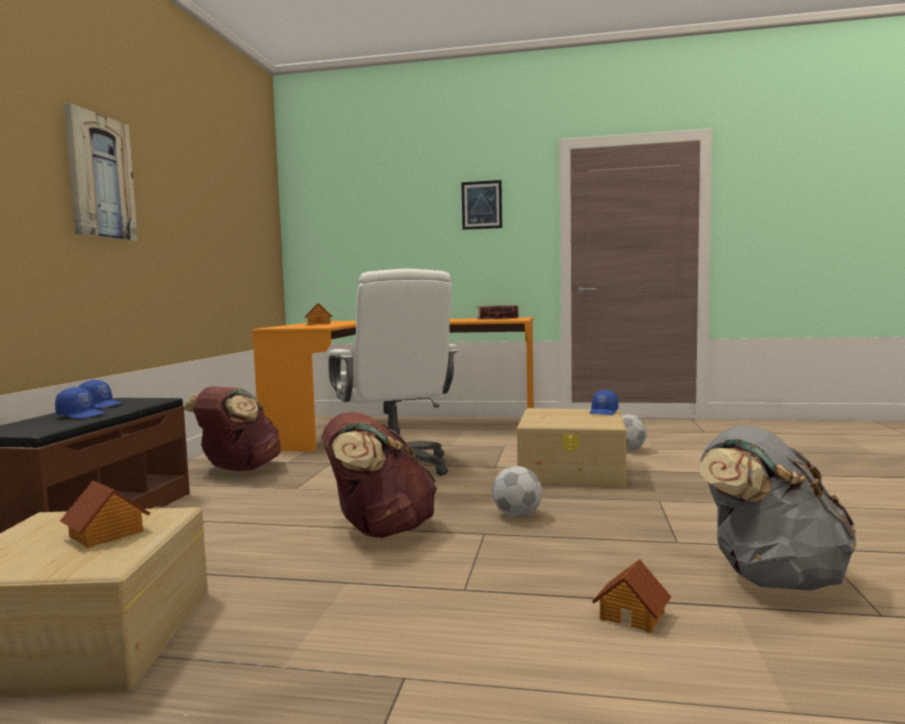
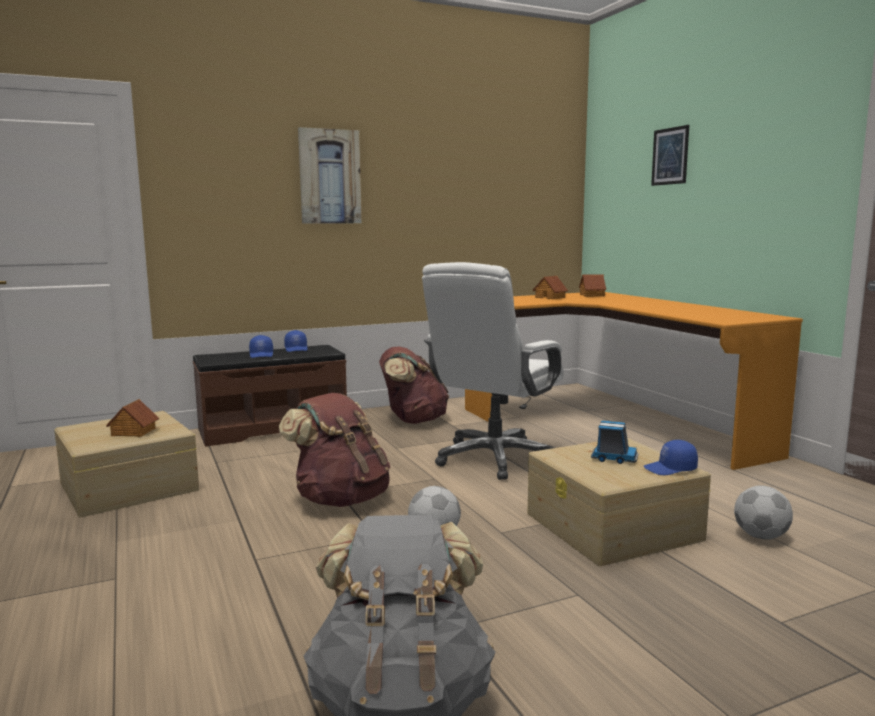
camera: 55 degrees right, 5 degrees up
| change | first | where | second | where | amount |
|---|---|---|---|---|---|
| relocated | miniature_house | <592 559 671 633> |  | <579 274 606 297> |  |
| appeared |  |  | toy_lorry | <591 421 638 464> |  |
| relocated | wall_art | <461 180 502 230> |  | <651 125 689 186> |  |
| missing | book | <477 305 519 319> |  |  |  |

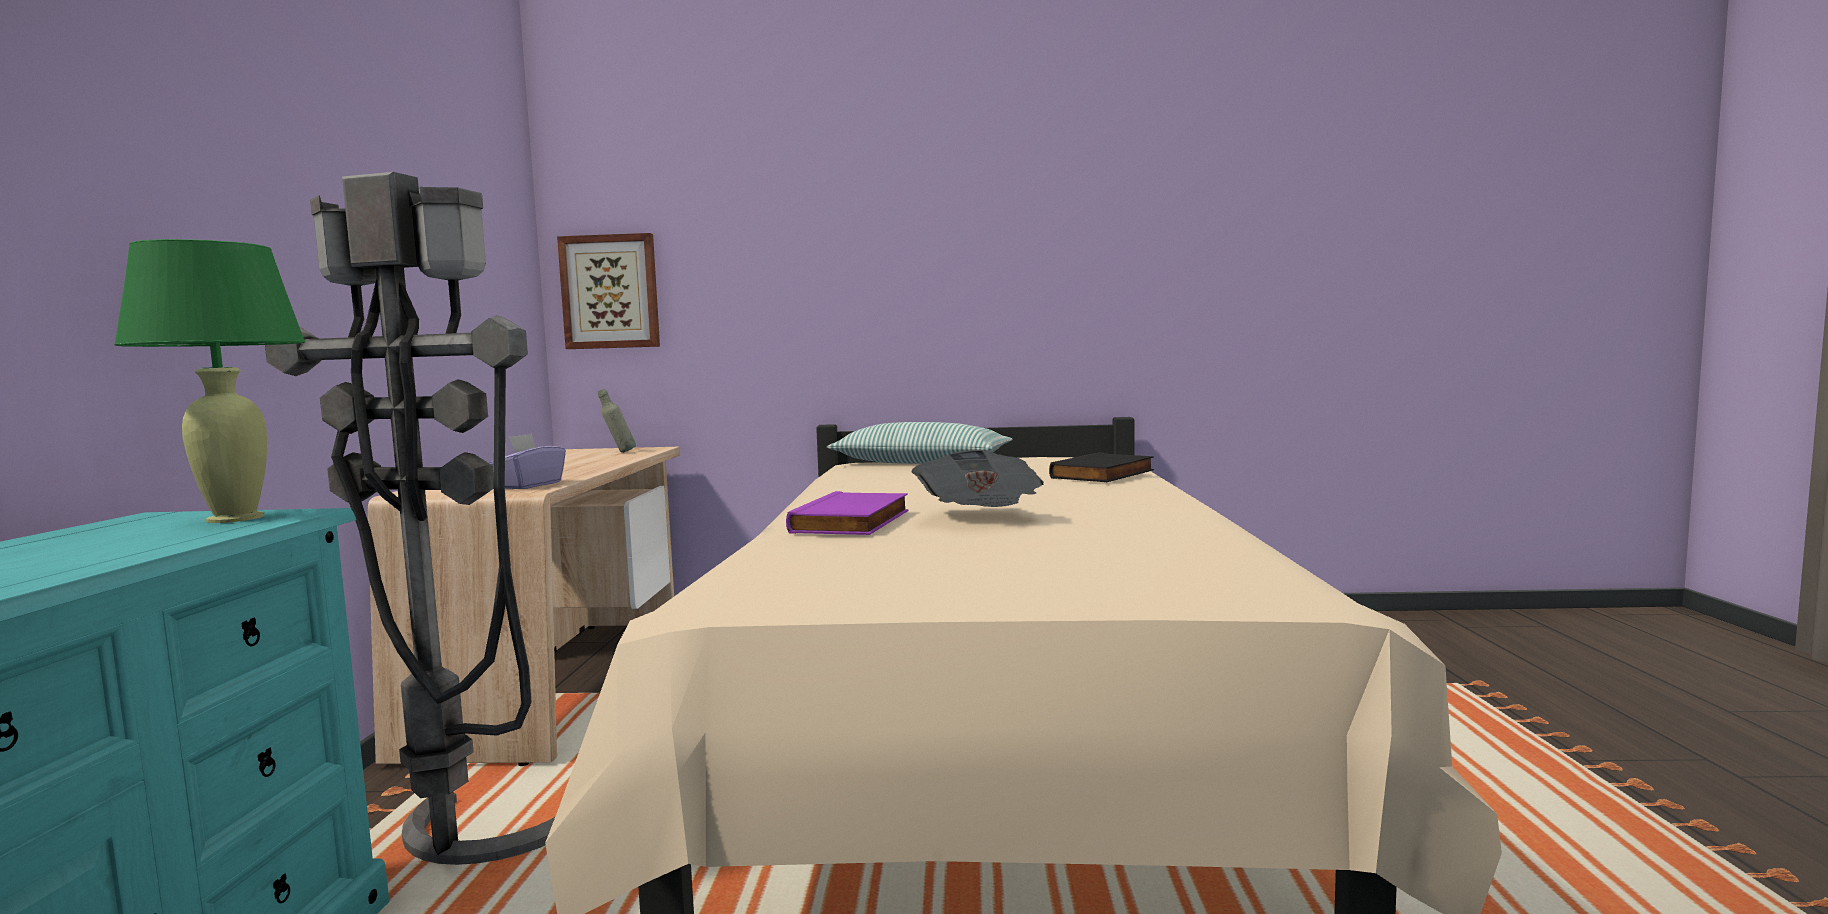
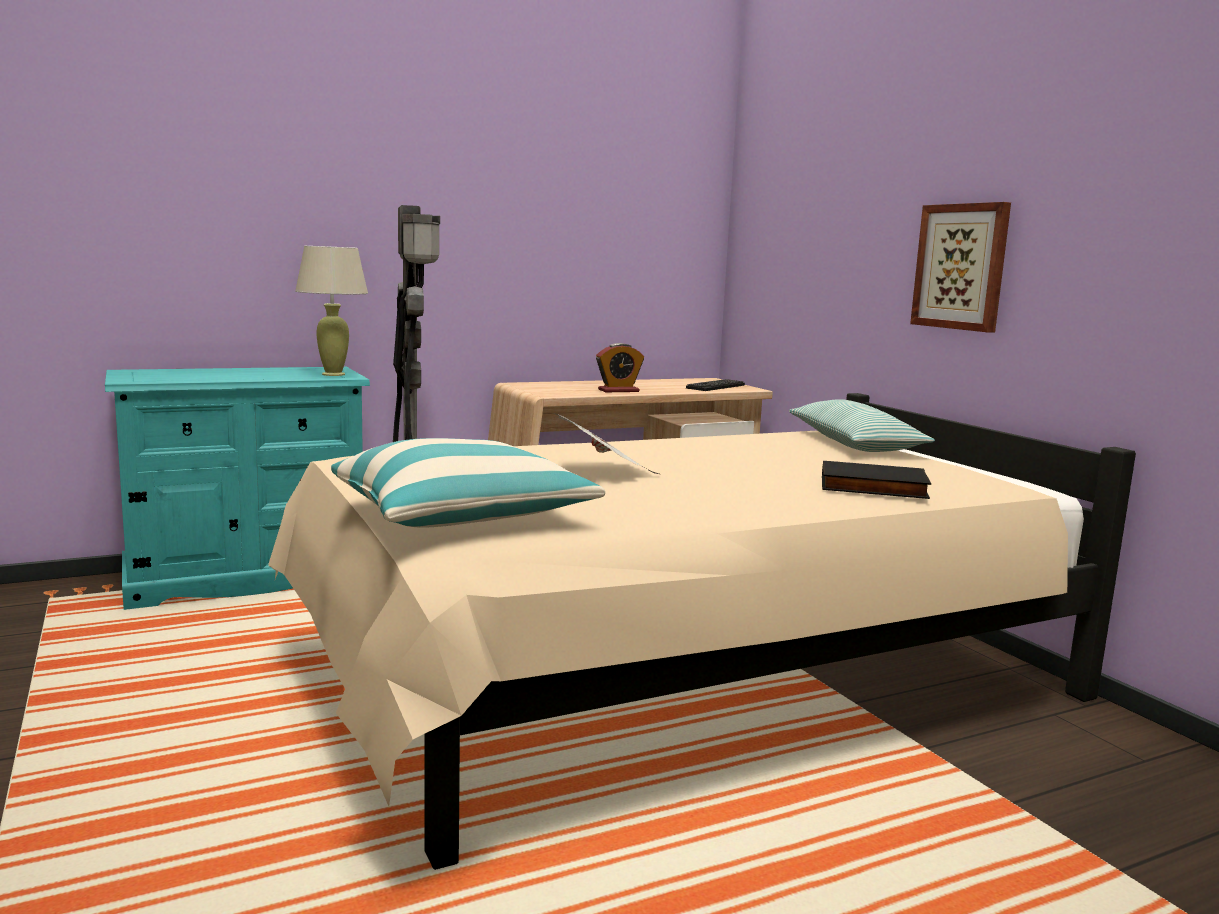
camera: 60 degrees right, 5 degrees up
| change | first | where | second | where | amount |
|---|---|---|---|---|---|
| colour | green-coloured_lamp_for_a_table | <114 239 305 523> | sand-coloured_lamp_for_a_table | <295 246 368 376> |  |
| appeared |  |  | cushion | <331 438 605 527> |  |
| appeared |  |  | alarm_clock | <596 343 644 392> |  |
| exchanged | gray_drink_bottle | <598 389 636 453> | computer_keyboard | <686 379 745 391> |  |
| relocated | wall_art | <557 233 660 349> |  | <910 202 1011 332> |  |
| missing | purple-coloured_box_of_tissues | <488 433 566 489> |  |  |  |
| missing | purple-coloured_book | <786 491 909 535> |  |  |  |

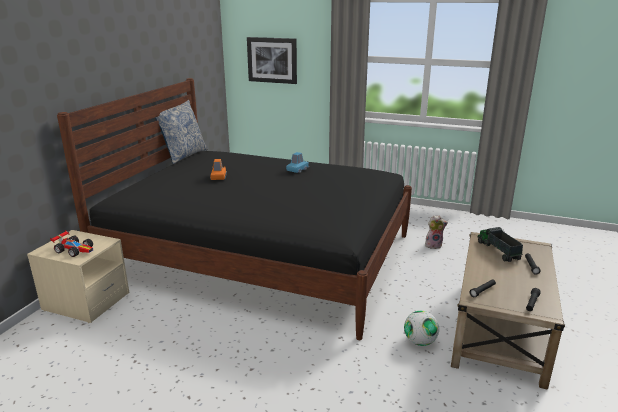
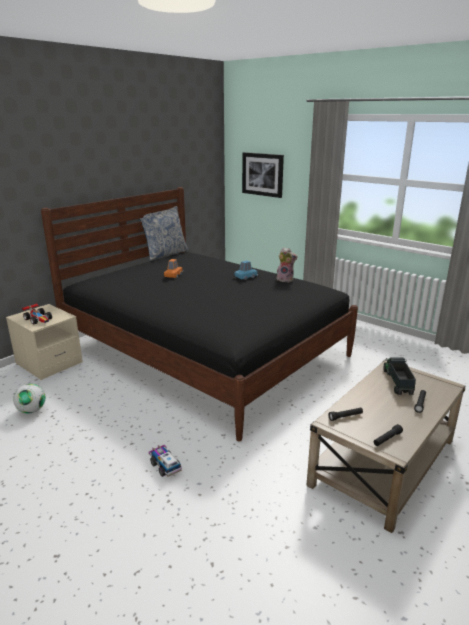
camera: 20 degrees right, 0 degrees up
| change | first | where | second | where | amount |
|---|---|---|---|---|---|
| relocated | football | <404 311 439 346> |  | <13 384 45 414> |  |
| appeared |  |  | toy_lorry | <149 444 182 477> |  |
| relocated | plush_toy | <425 215 448 249> |  | <276 248 298 282> |  |

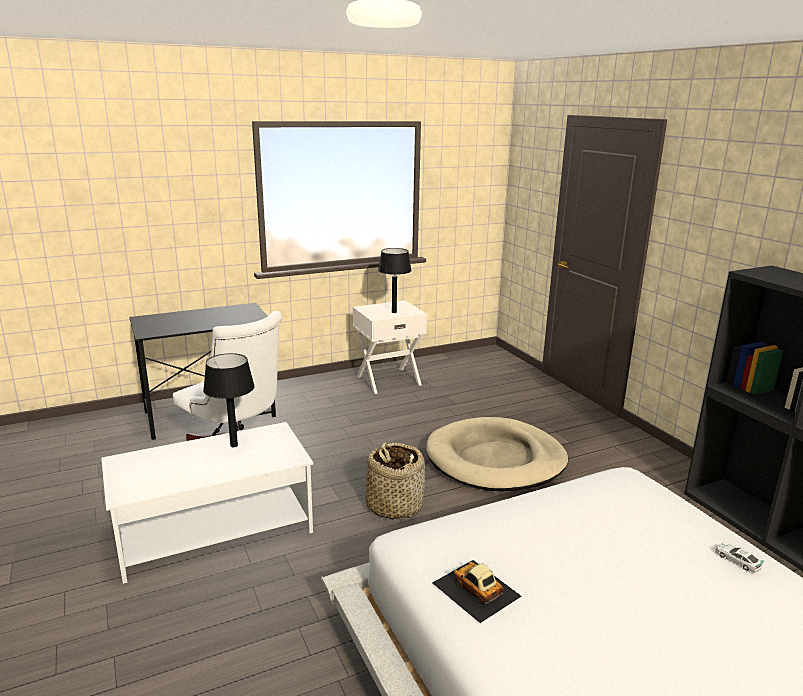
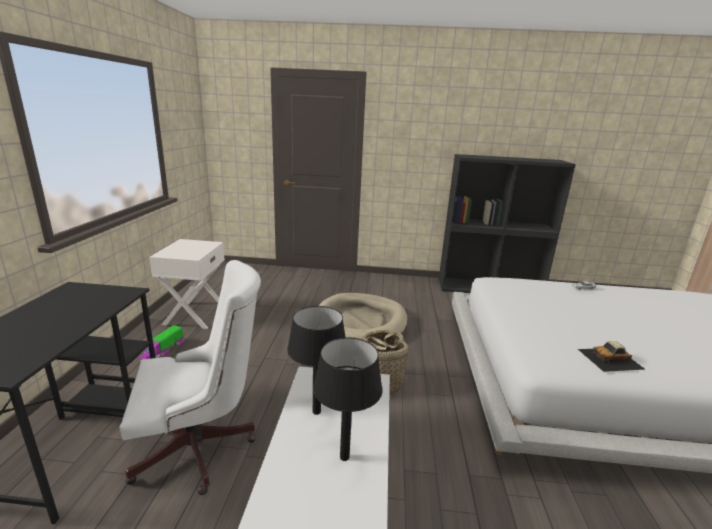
camera: 60 degrees left, 0 degrees up
| change | first | where | second | where | amount |
|---|---|---|---|---|---|
| appeared |  |  | toy_lorry | <139 325 184 361> |  |
| relocated | black-coloured_lamp_for_a_table | <378 248 412 313> |  | <313 337 383 461> |  |

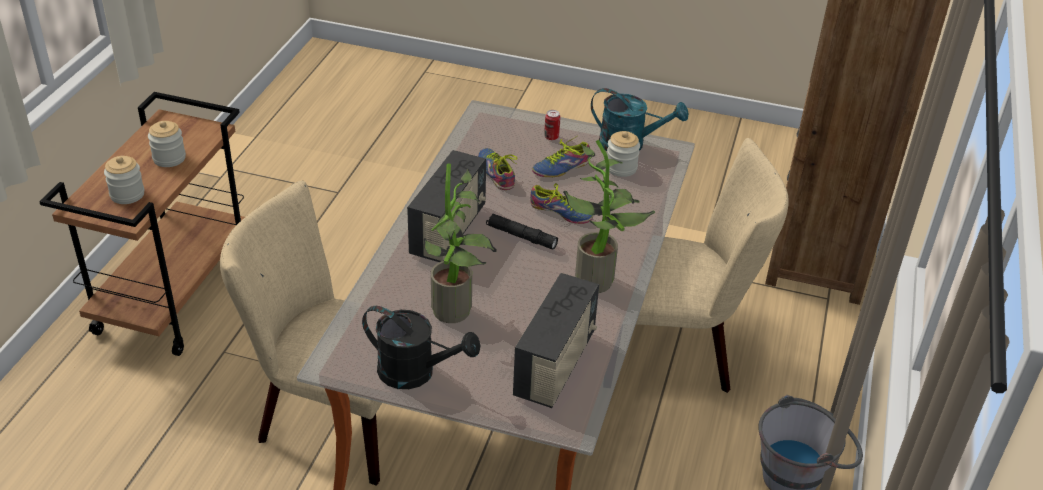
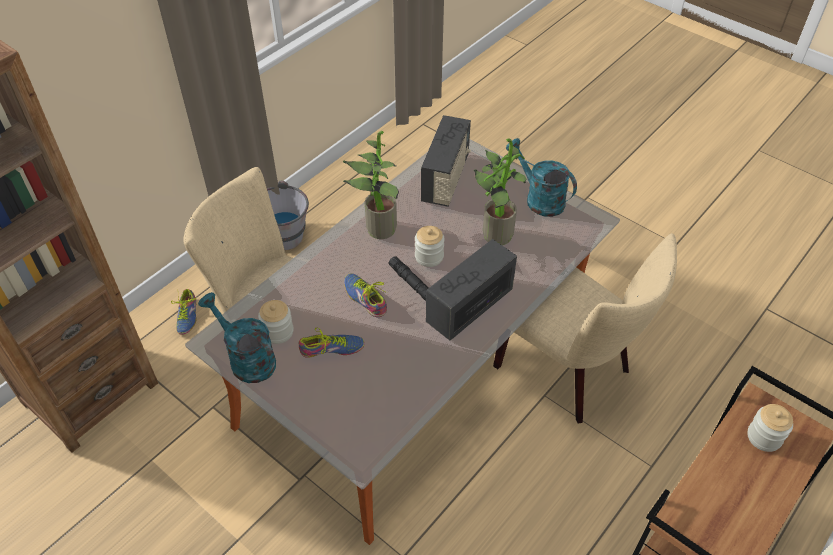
camera: 155 degrees left, 10 degrees up
| change | first | where | second | where | amount |
|---|---|---|---|---|---|
| relocated | shoe | <478 148 518 190> |  | <171 289 197 334> |  |
| relocated | jar | <148 121 186 167> |  | <415 226 445 267> |  |
| spun | radio_set | <513 273 599 408> |  | <421 115 471 207> | 150 degrees clockwise |
| colour | black-coloured_watering_pot | <362 306 480 389> | turquoise-coloured_watering_pot | <506 138 577 217> |  |
| missing | sealed_can | <544 110 560 140> |  |  |  |

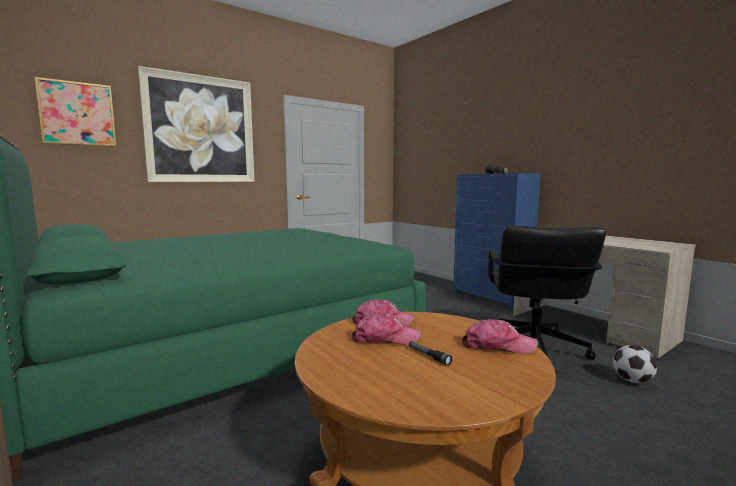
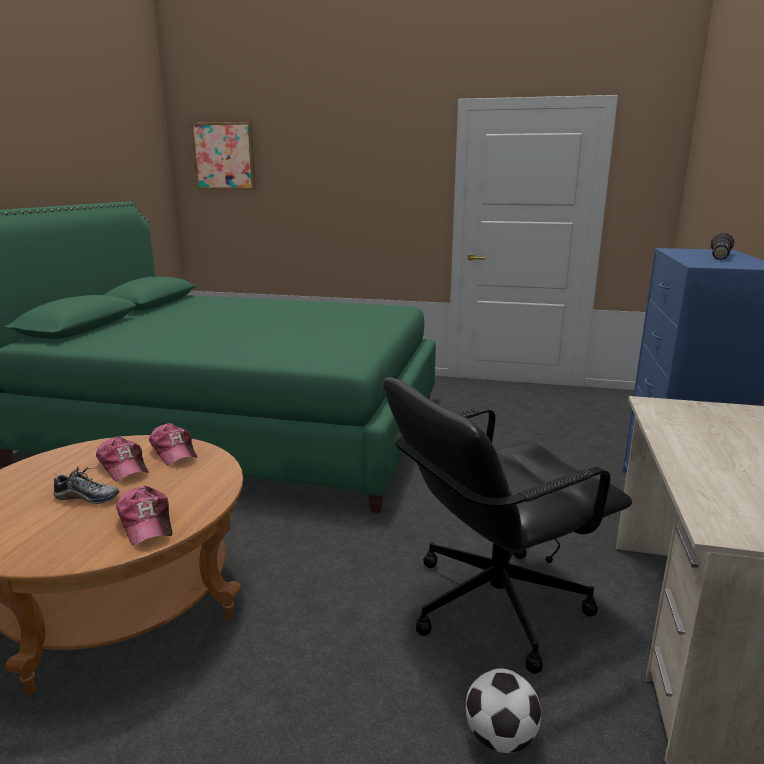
camera: 50 degrees right, 10 degrees up
| change | first | where | second | where | amount |
|---|---|---|---|---|---|
| exchanged | hand_torch | <409 341 452 366> | shoe | <53 466 120 504> |  |
| missing | wall_art | <138 66 255 182> |  |  |  |

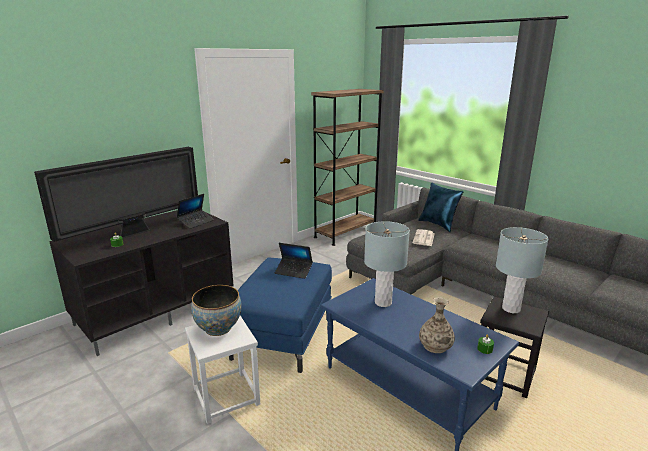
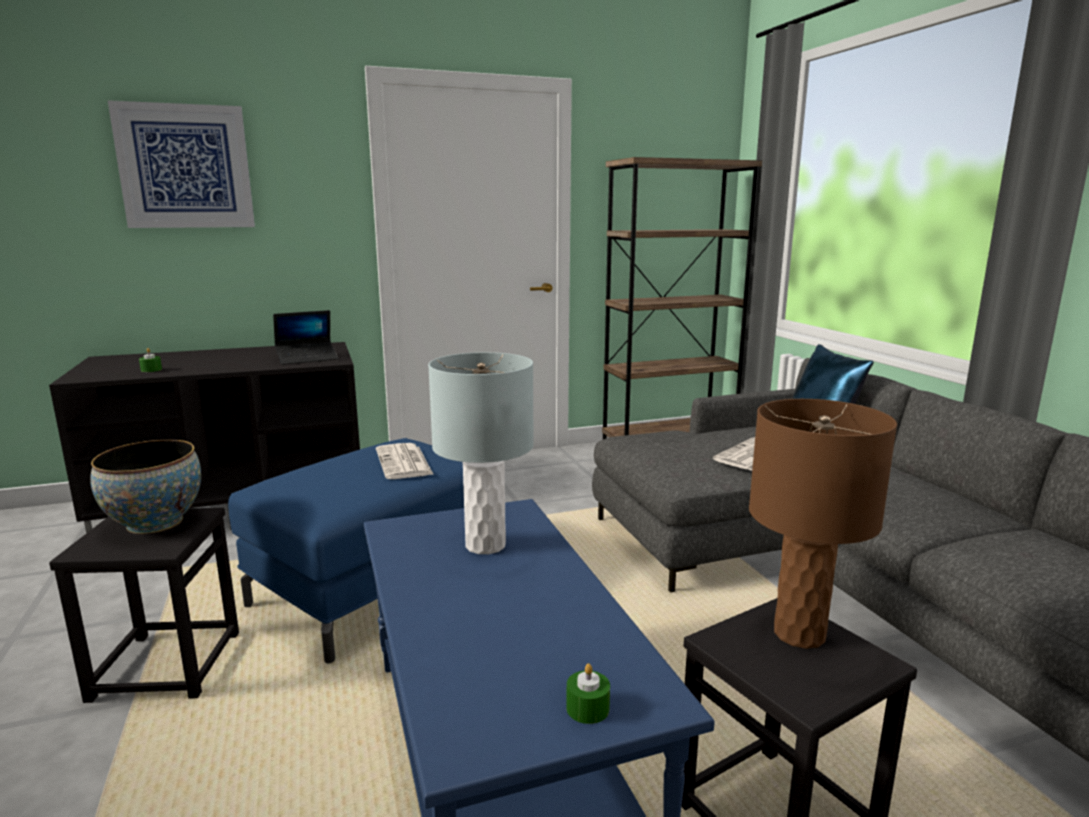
camera: 25 degrees right, 5 degrees down
| change | first | where | second | where | amount |
|---|---|---|---|---|---|
| colour | whitish_sitting_stool | <185 316 260 424> | black-coloured_sitting_stool | <49 508 239 703> |  |
| appeared |  |  | wall_art | <108 100 255 228> |  |
| exchanged | laptop | <275 243 313 279> | printed_paper | <376 443 434 479> |  |
| colour | gray_lamp_for_a_table | <496 227 548 313> | brownish_lamp_for_a_table | <749 399 897 649> |  |
| missing | TV_set | <34 147 198 242> |  |  |  |
| missing | flower_vase | <419 297 455 353> |  |  |  |

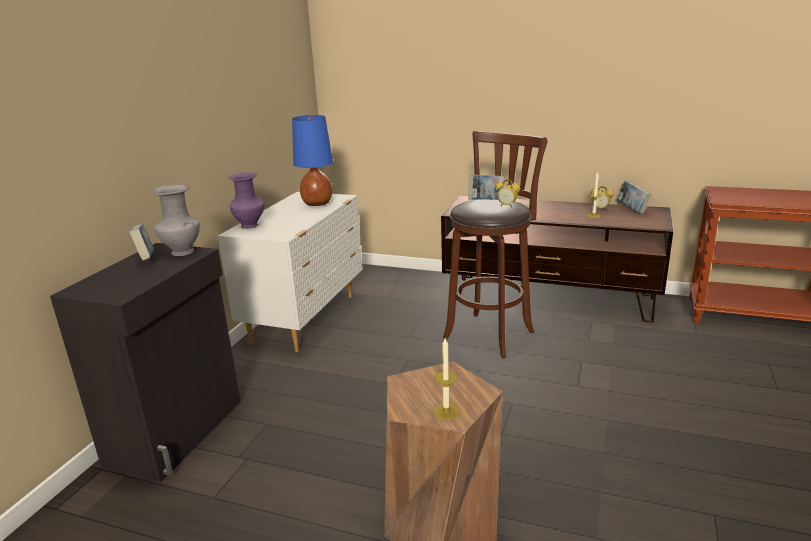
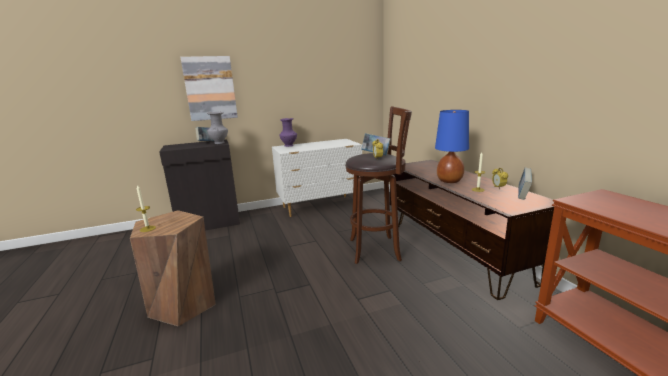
camera: 50 degrees right, 5 degrees down
| change | first | where | second | where | amount |
|---|---|---|---|---|---|
| appeared |  |  | wall_art | <180 56 238 121> |  |
| relocated | blue_lamp_for_a_table | <292 115 333 206> |  | <435 110 469 183> |  |

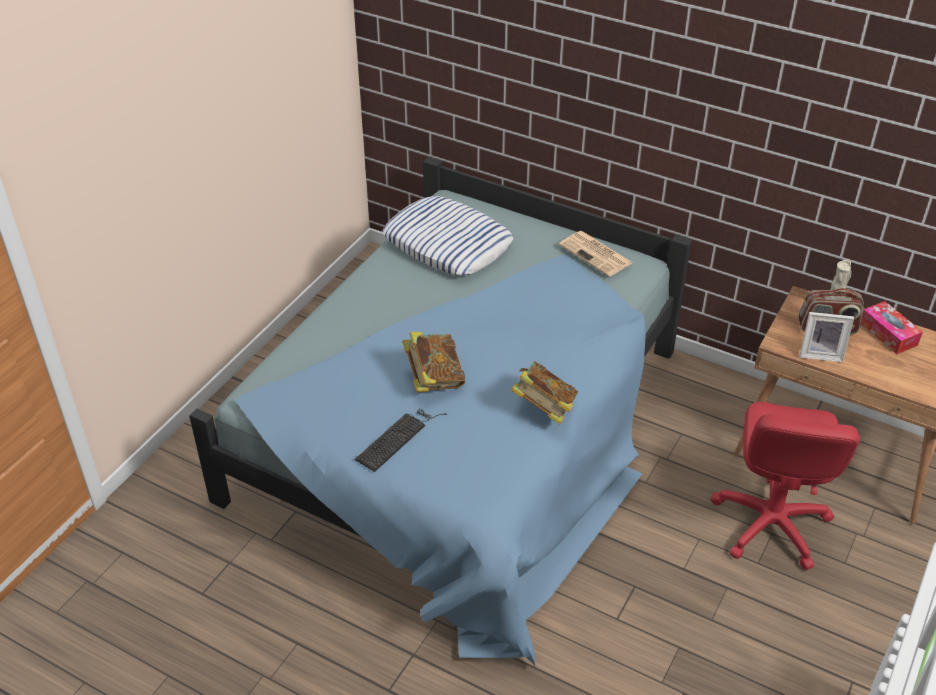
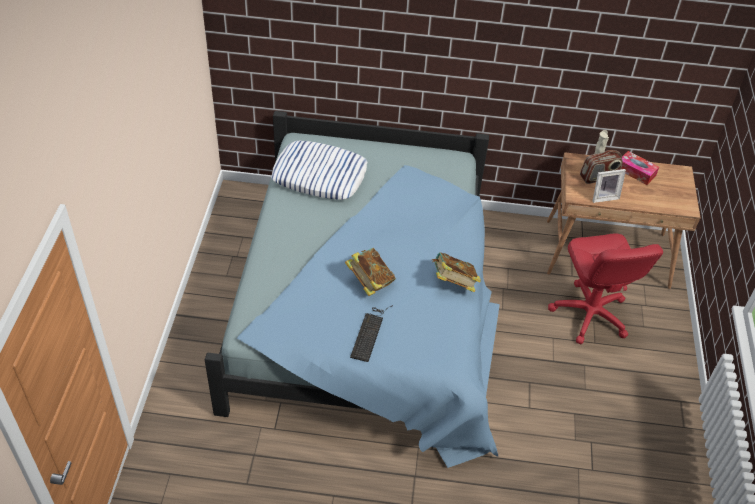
camera: 25 degrees left, 5 degrees up
| change | first | where | second | where | amount |
|---|---|---|---|---|---|
| missing | printed_paper | <559 231 633 277> |  |  |  |

